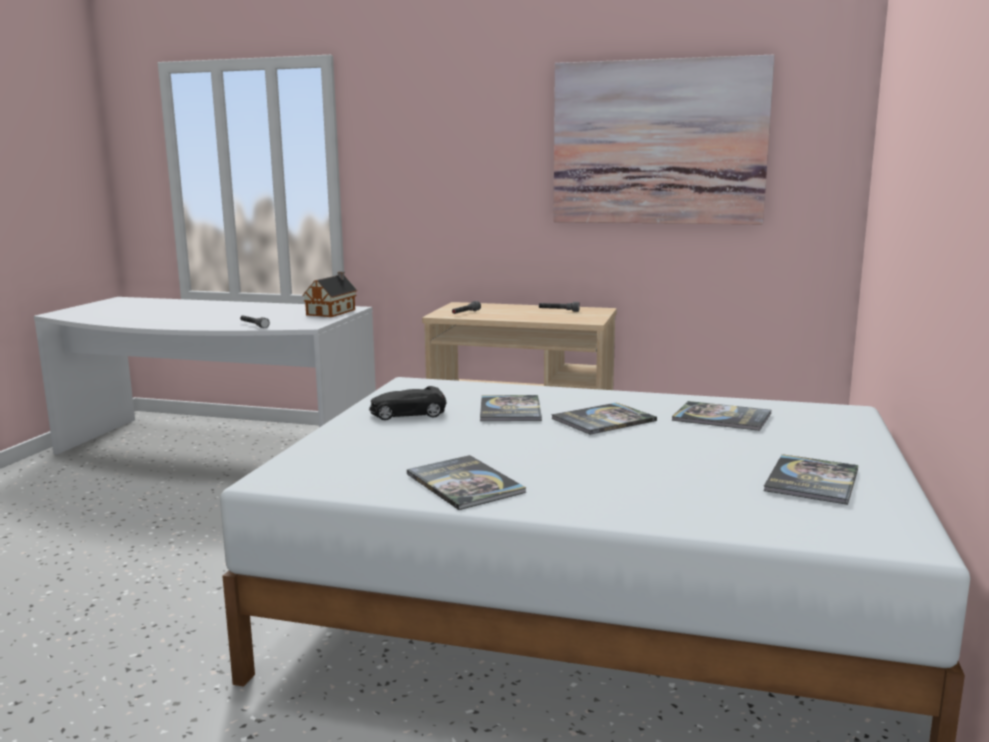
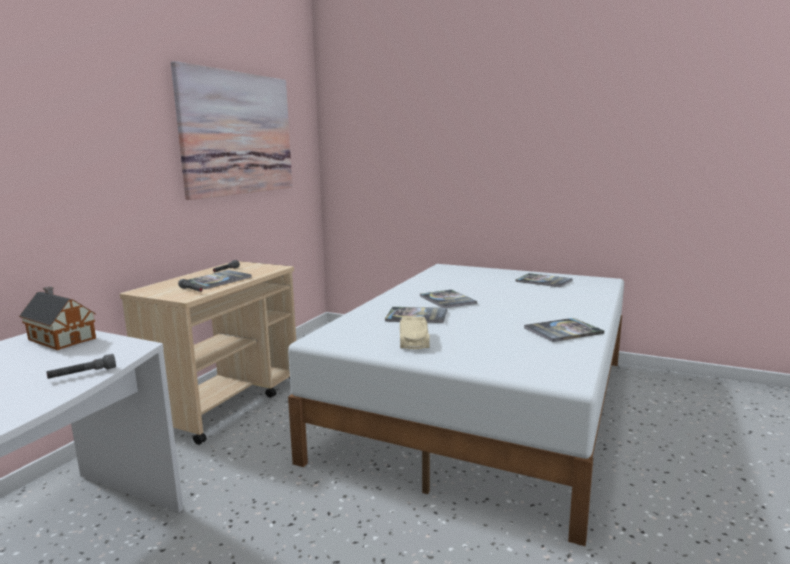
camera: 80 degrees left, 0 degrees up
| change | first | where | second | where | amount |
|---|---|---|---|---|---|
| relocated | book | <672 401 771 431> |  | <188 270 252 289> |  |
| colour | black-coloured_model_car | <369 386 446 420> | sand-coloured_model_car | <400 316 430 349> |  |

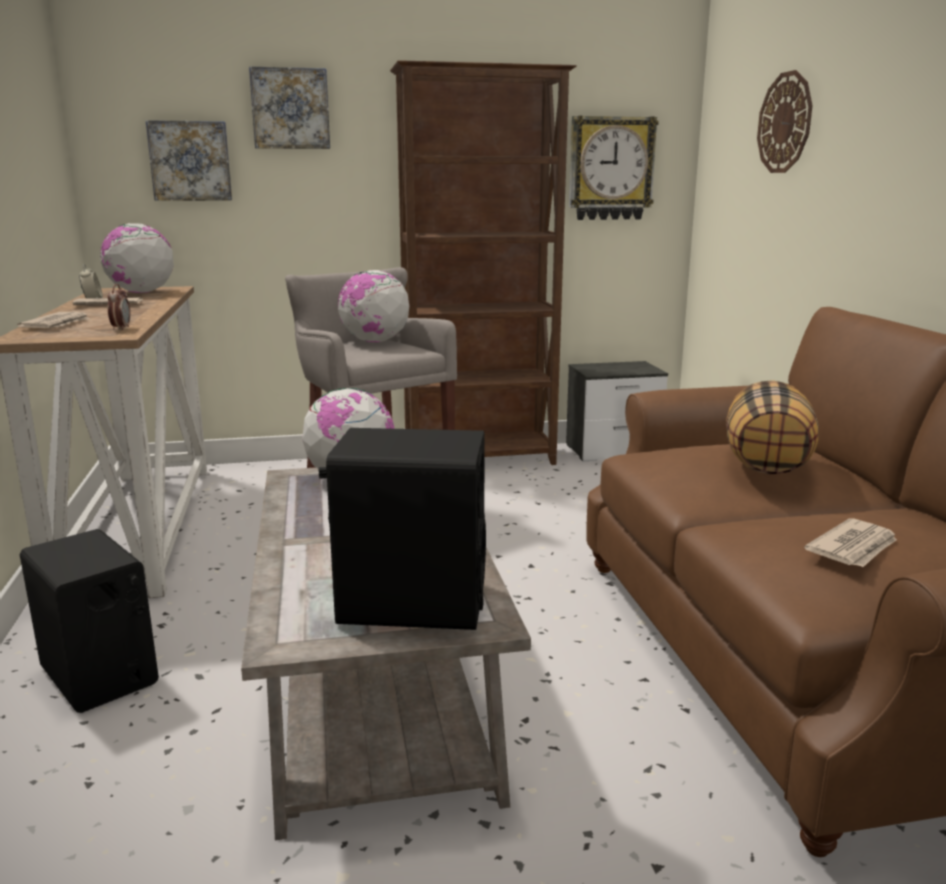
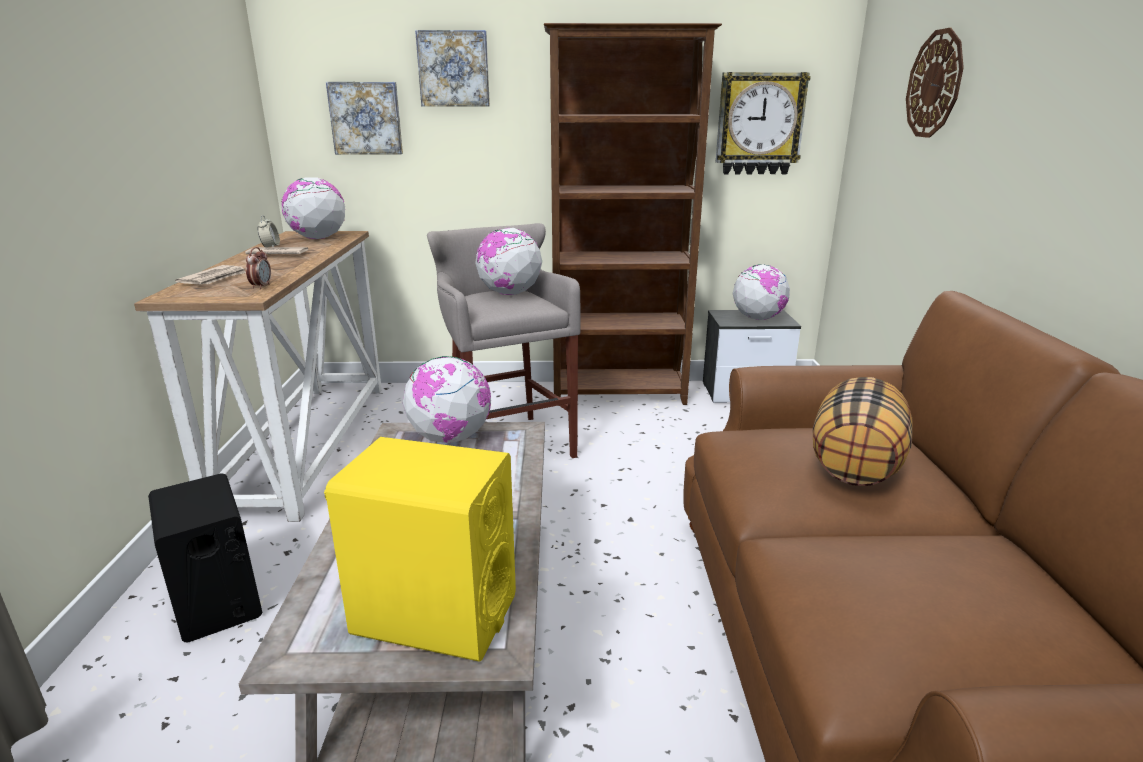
camera: 10 degrees right, 5 degrees up
| change | first | where | second | where | amount |
|---|---|---|---|---|---|
| colour | black-coloured_audio_speaker | <318 428 486 630> | yellow_audio_speaker | <324 437 516 662> |  |
| appeared |  |  | world_globe | <733 264 790 320> |  |
| missing | printed_paper | <804 518 897 567> |  |  |  |

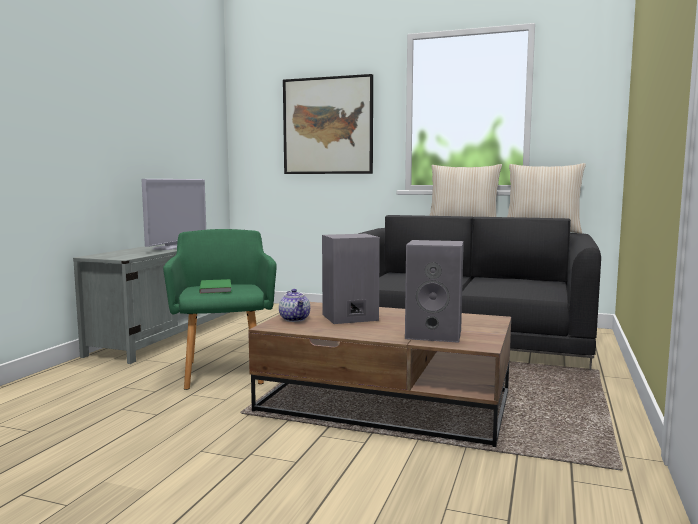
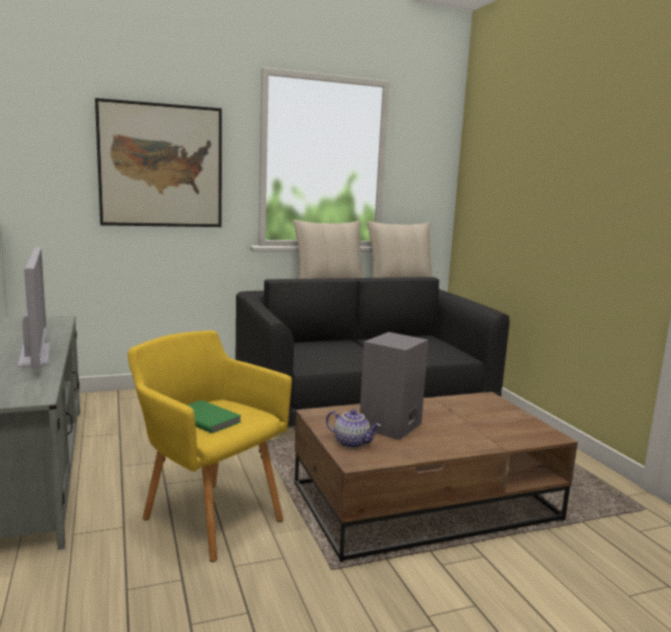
camera: 40 degrees left, 5 degrees up
| change | first | where | second | where | amount |
|---|---|---|---|---|---|
| colour | green-coloured_easy_chair | <163 229 277 390> | yellow_easy_chair | <127 331 292 562> |  |
| missing | gray_audio_speaker | <405 240 464 343> |  |  |  |

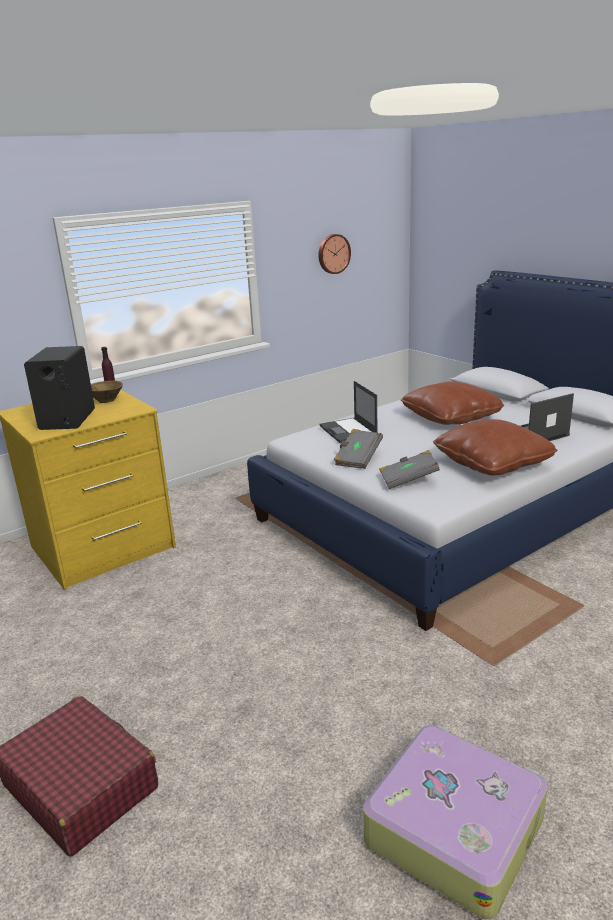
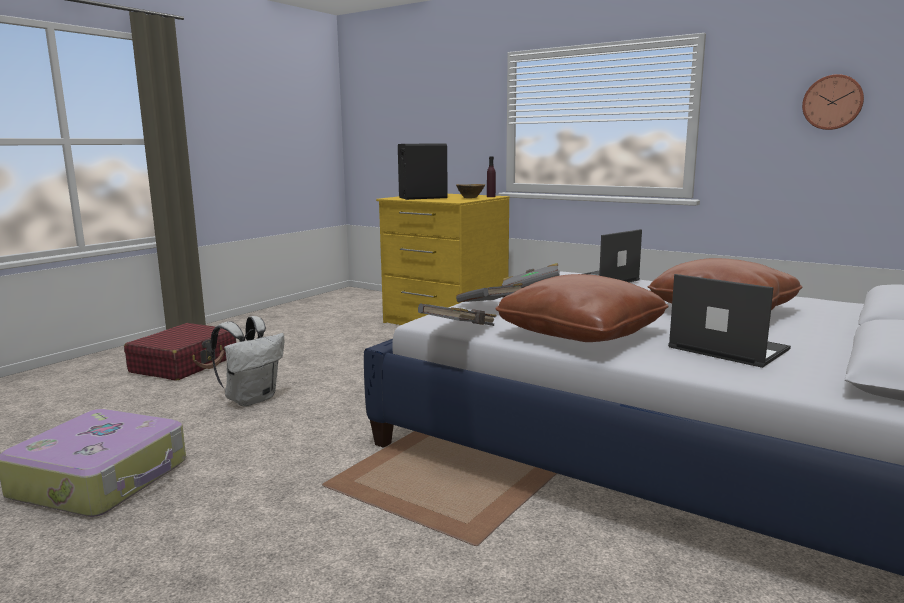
camera: 70 degrees right, 10 degrees down
| change | first | where | second | where | amount |
|---|---|---|---|---|---|
| appeared |  |  | whitish_rucksack | <211 316 284 407> |  |
| appeared |  |  | gray_book | <418 303 497 326> |  |

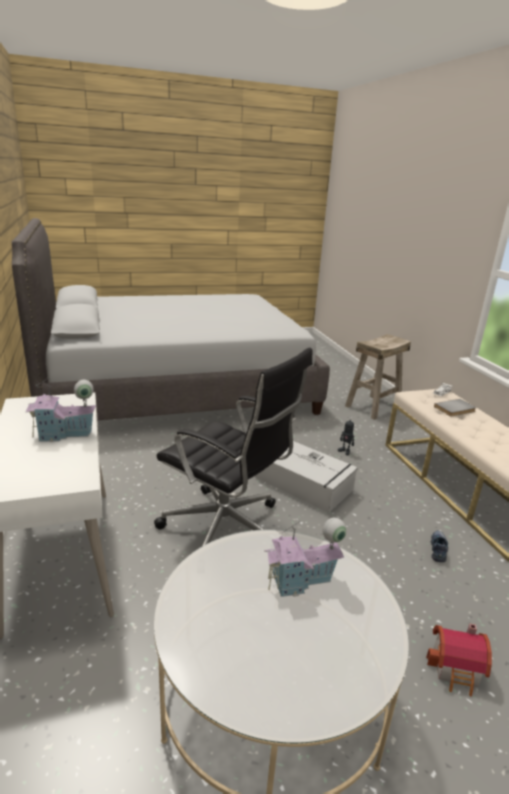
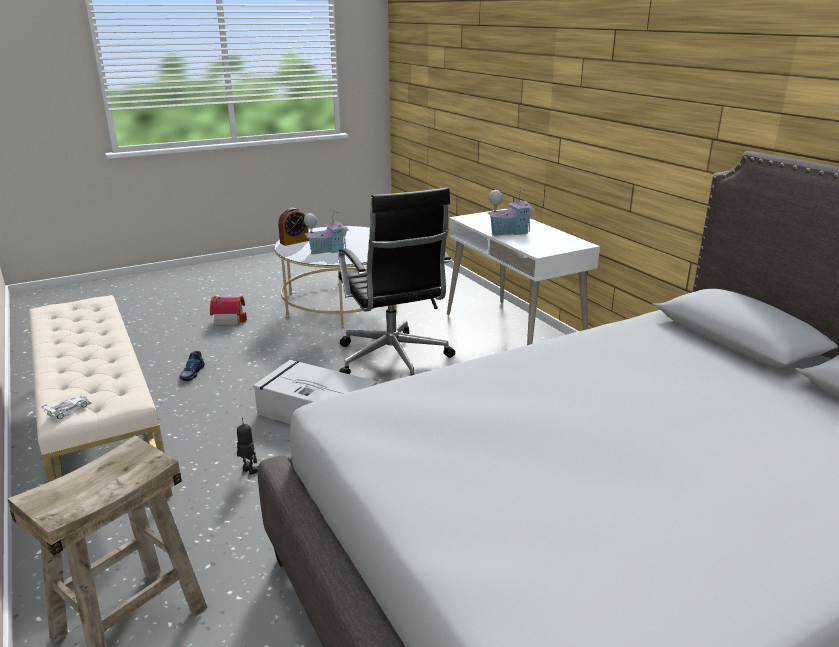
camera: 170 degrees right, 0 degrees up
| change | first | where | second | where | amount |
|---|---|---|---|---|---|
| appeared |  |  | alarm_clock | <278 208 309 246> |  |
| spun | black-coloured_computer_chair | <154 348 312 546> |  | <338 188 455 376> | 135 degrees counterclockwise |
| missing | gray_book | <434 399 476 416> |  |  |  |

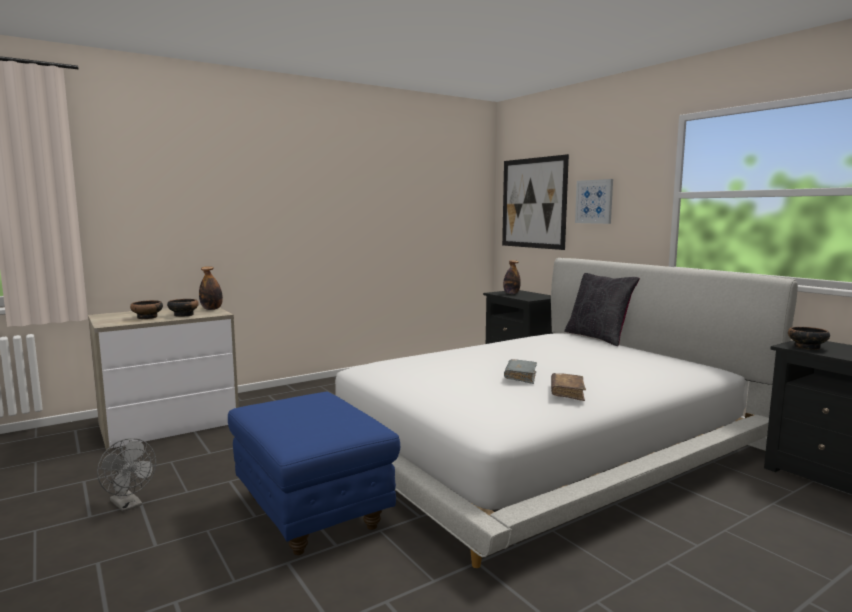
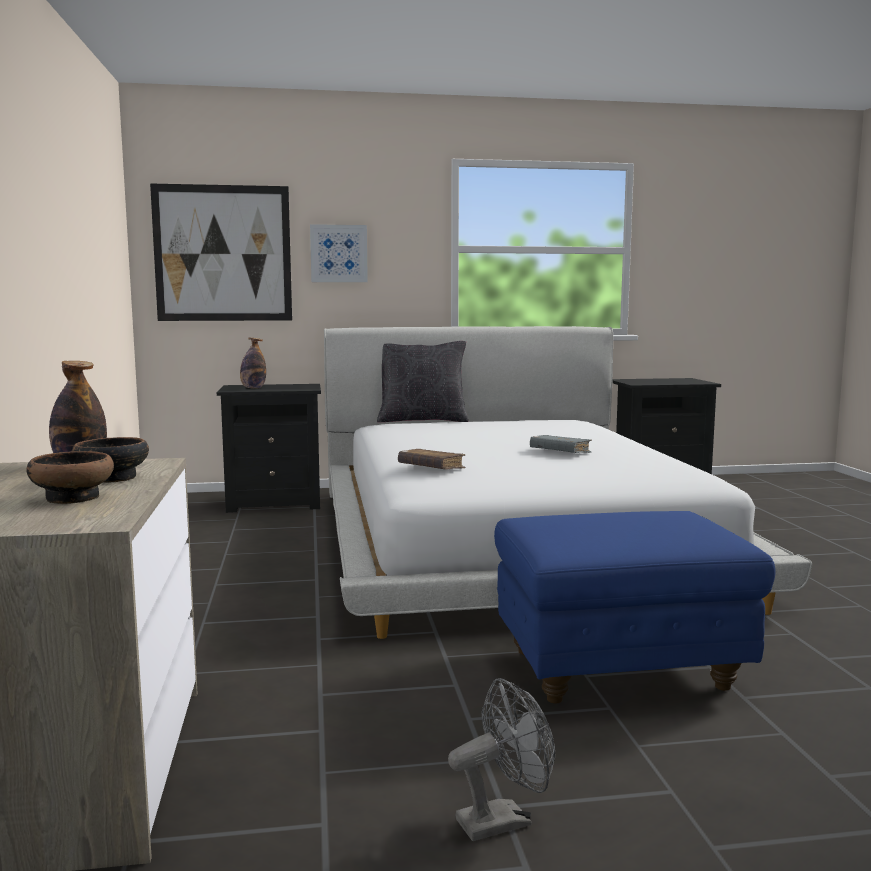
camera: 65 degrees left, 0 degrees up
| change | first | where | second | where | amount |
|---|---|---|---|---|---|
| relocated | brownish_book | <551 373 586 401> |  | <398 449 465 469> |  |
| missing | bowl | <788 327 830 350> |  |  |  |

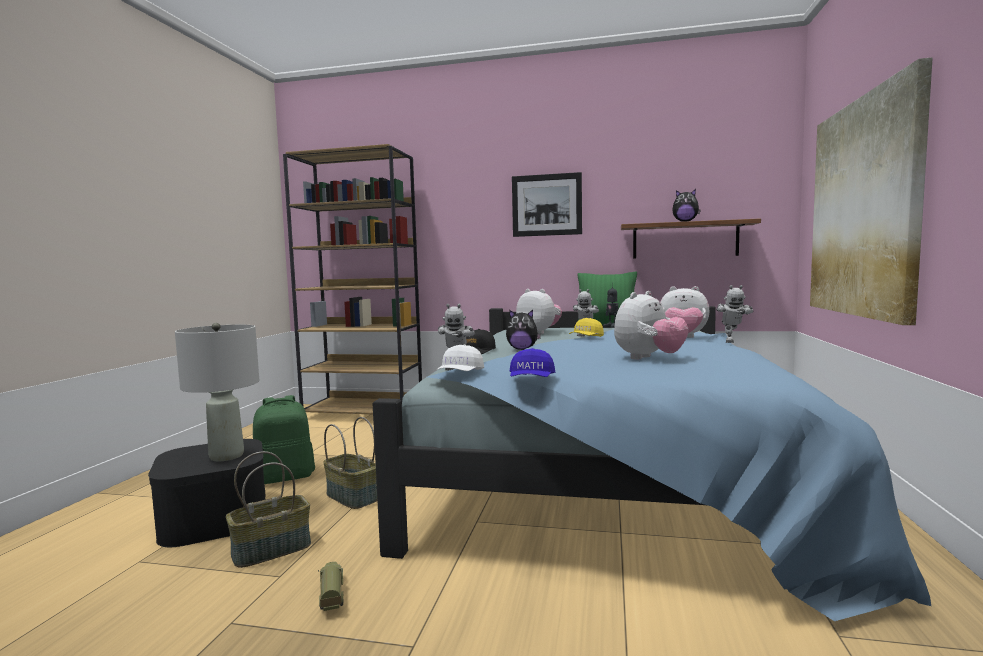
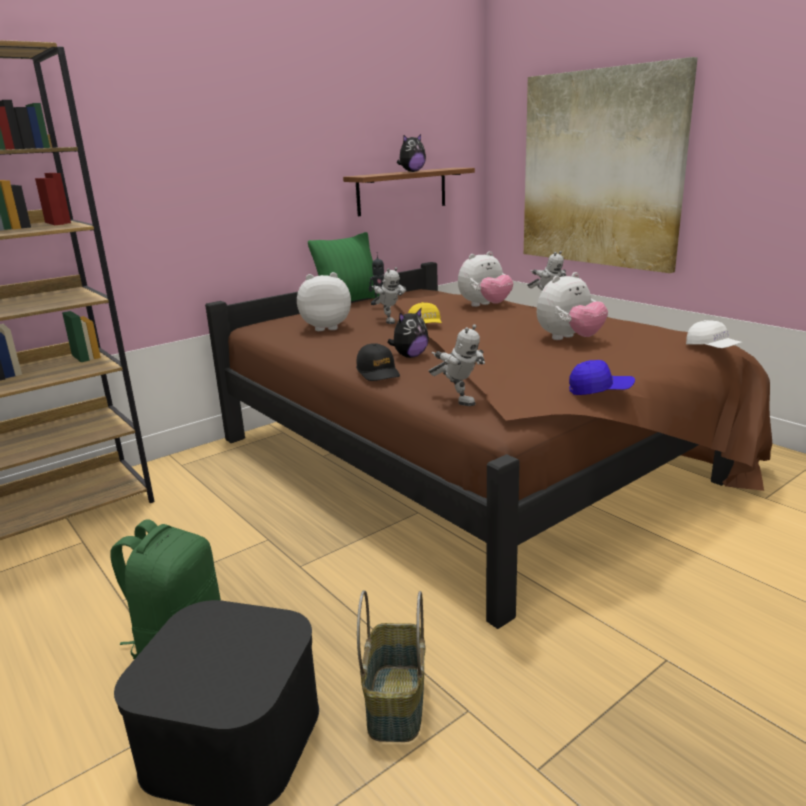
camera: 50 degrees left, 15 degrees up
| change | first | where | second | where | amount |
|---|---|---|---|---|---|
| colour | blue_bed | <372 306 931 621> | brownish_bed | <205 262 772 629> |  |
| spun | plush_toy | <614 291 688 360> |  | <537 272 608 340> | 60 degrees clockwise |
| spun | blue_peaked_cap | <510 348 555 377> |  | <569 360 635 395> | 45 degrees counterclockwise |
| relocated | whitish_peaked_cap | <437 344 484 371> |  | <686 320 743 348> |  |
| missing | gray_lamp_for_a_table | <175 323 259 461> |  |  |  |
| missing | toy_lorry | <318 562 344 611> |  |  |  |
| missing | household_basket | <323 417 377 509> |  |  |  |
| missing | wall_art | <512 172 582 237> |  |  |  |

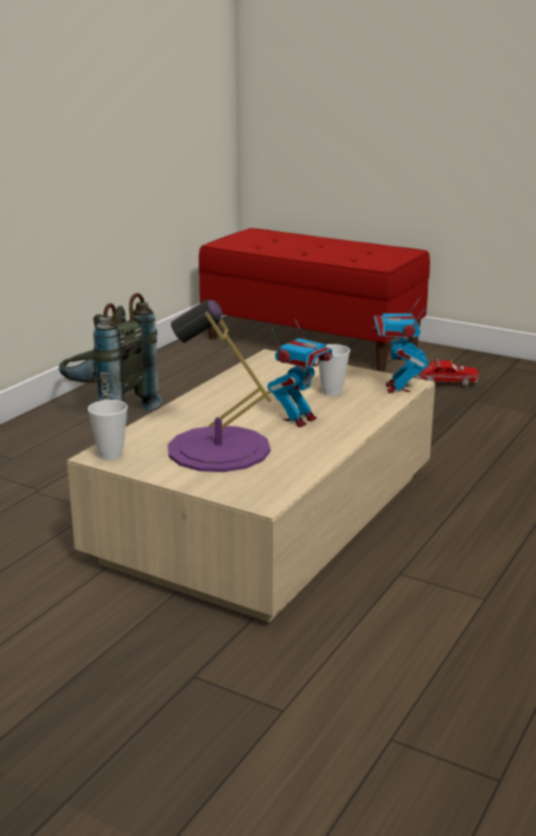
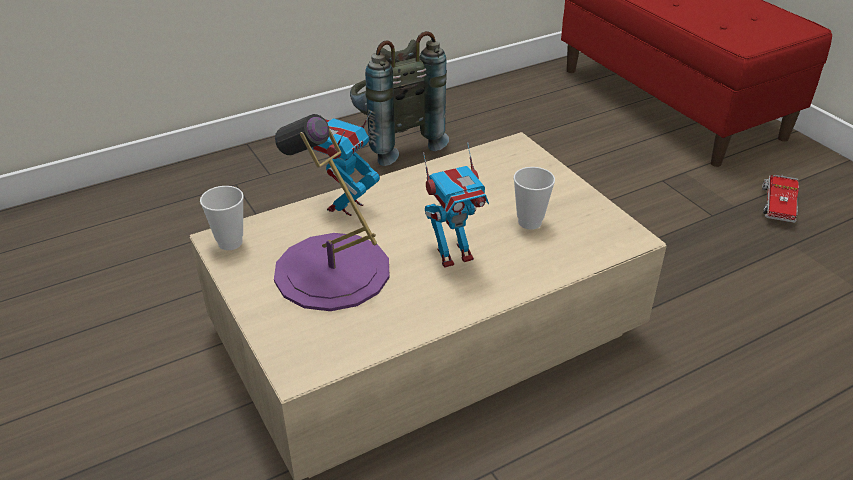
camera: 30 degrees right, 15 degrees up
| change | first | where | second | where | amount |
|---|---|---|---|---|---|
| relocated | toy_robot | <373 297 429 393> |  | <312 111 380 216> |  |
| spun | toy_lorry | <415 359 479 386> |  | <762 175 799 223> | 75 degrees clockwise |

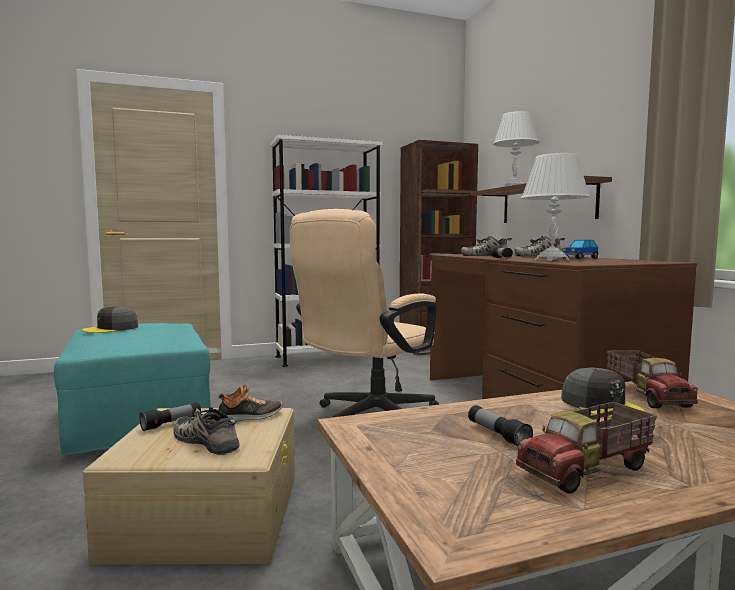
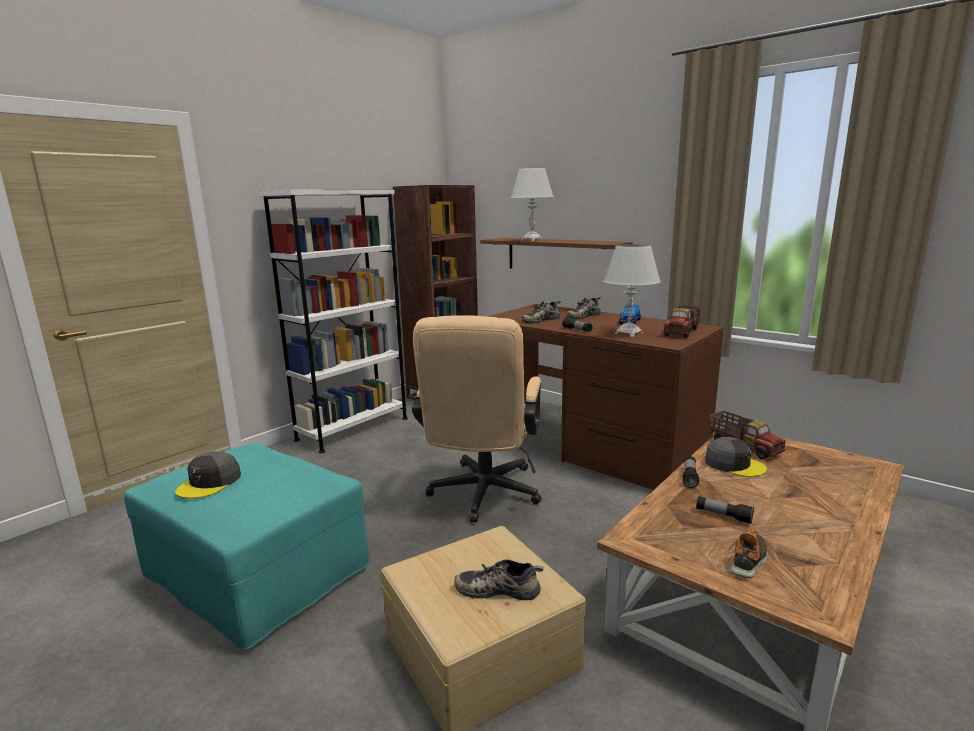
camera: 30 degrees left, 10 degrees up
| change | first | where | second | where | amount |
|---|---|---|---|---|---|
| relocated | toy_lorry | <516 402 657 494> |  | <664 305 701 338> |  |
| relocated | hand_torch | <139 402 201 431> |  | <683 456 699 488> |  |
| relocated | shoe | <218 384 282 422> |  | <730 529 768 578> |  |

